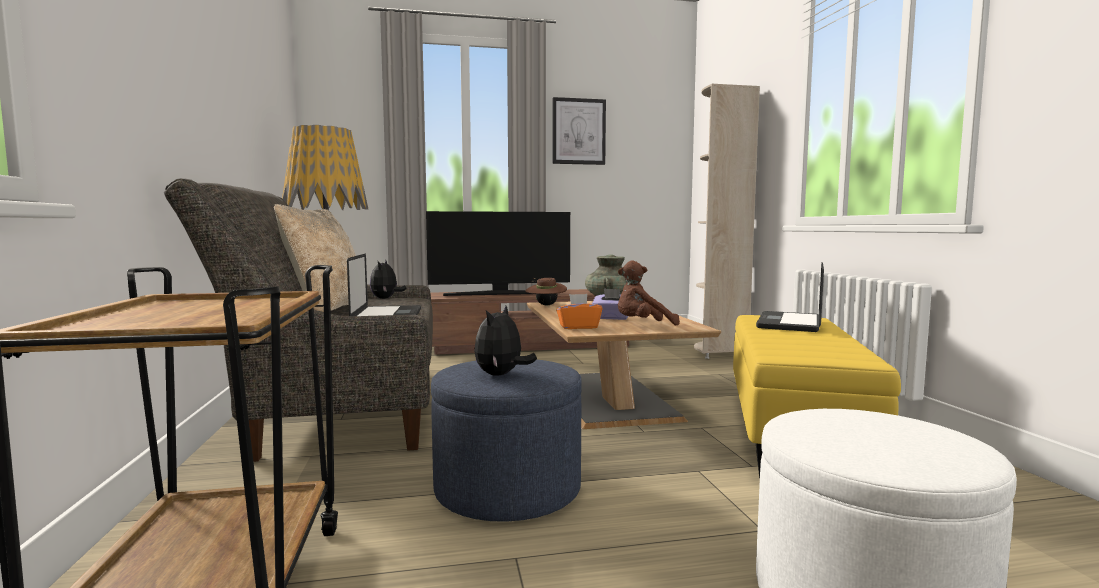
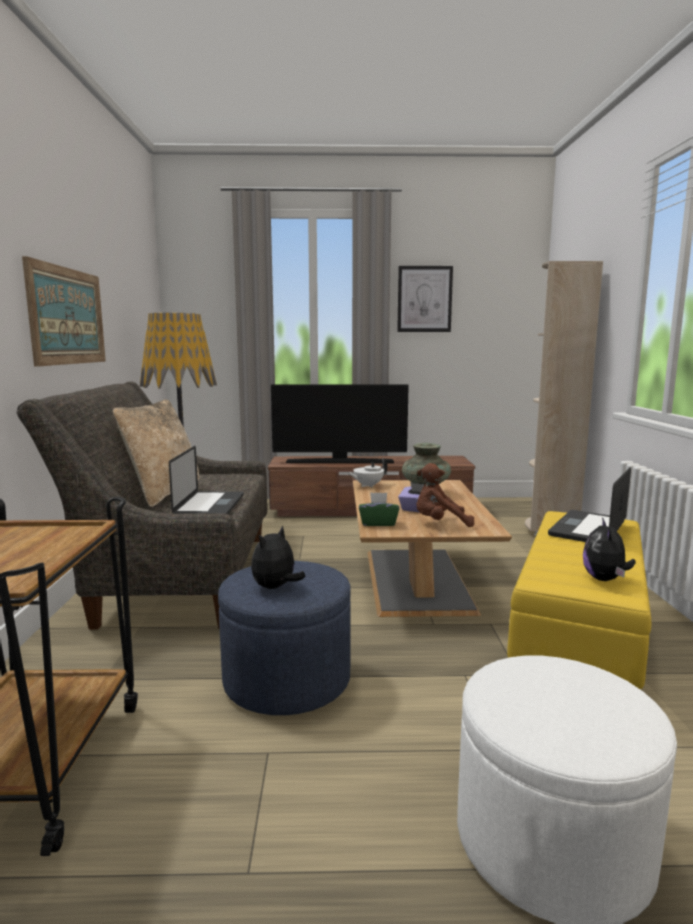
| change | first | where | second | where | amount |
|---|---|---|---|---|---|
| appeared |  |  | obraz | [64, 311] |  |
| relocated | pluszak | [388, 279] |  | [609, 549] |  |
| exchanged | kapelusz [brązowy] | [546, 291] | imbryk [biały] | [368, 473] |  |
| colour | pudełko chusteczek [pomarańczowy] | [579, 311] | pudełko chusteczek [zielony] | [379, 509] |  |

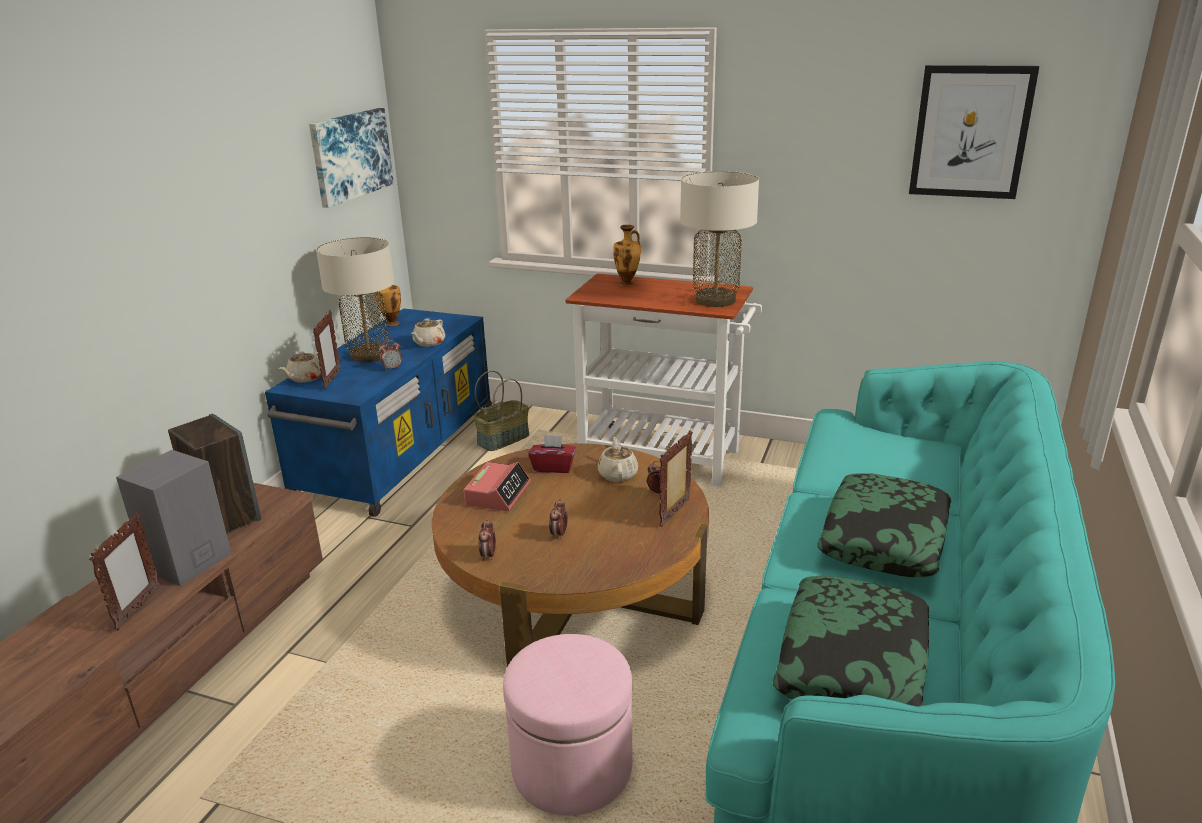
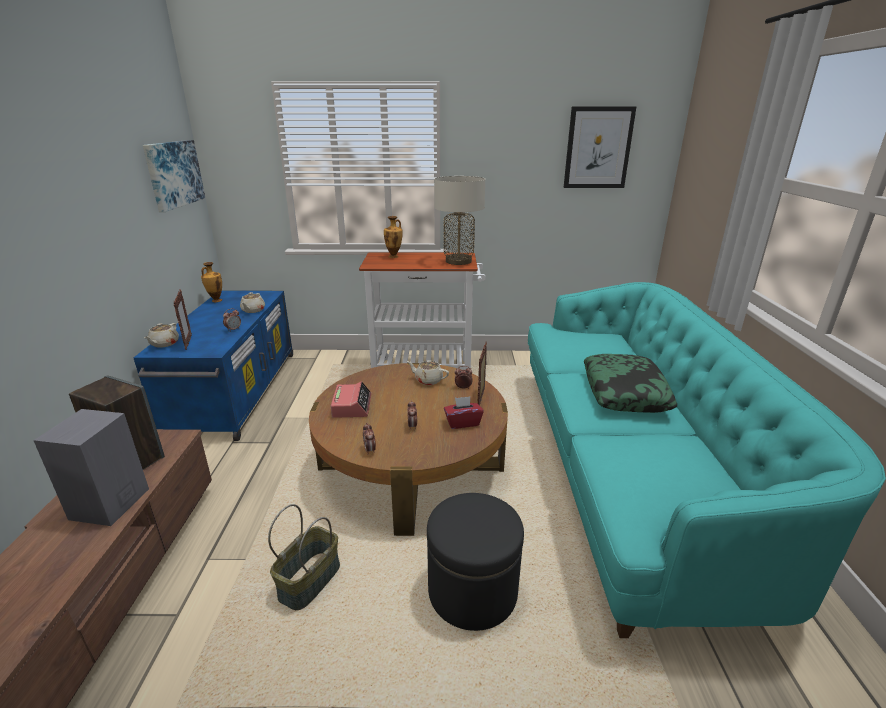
| change | first | where | second | where | amount |
|---|---|---|---|---|---|
| missing | ramka na zdjęcie | [124, 571] |  |  |  |
| missing | lampa stołowa | [355, 299] |  |  |  |
| missing | poduszka | [851, 641] |  |  |  |
| relocated | koszyk | [501, 410] |  | [304, 557] |  |
| relocated | pudełko chusteczek [czerwony] | [552, 454] |  | [464, 412] |  |
| colour | pufa [różowy] | [567, 725] | pufa [czarny] | [475, 562] |  |
| spun | imbryk [beżowy] | [618, 459] |  | [428, 372] | 45 degrees counterclockwise |

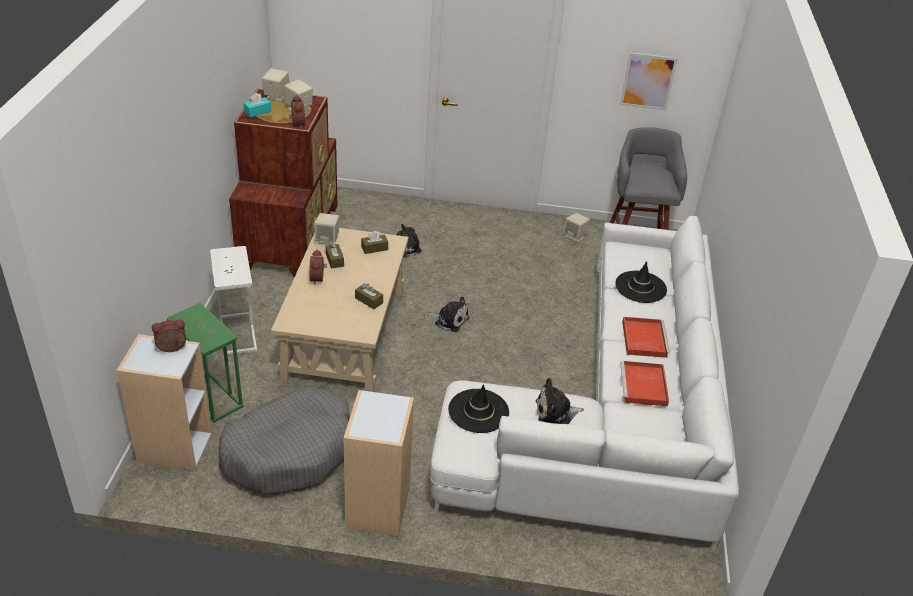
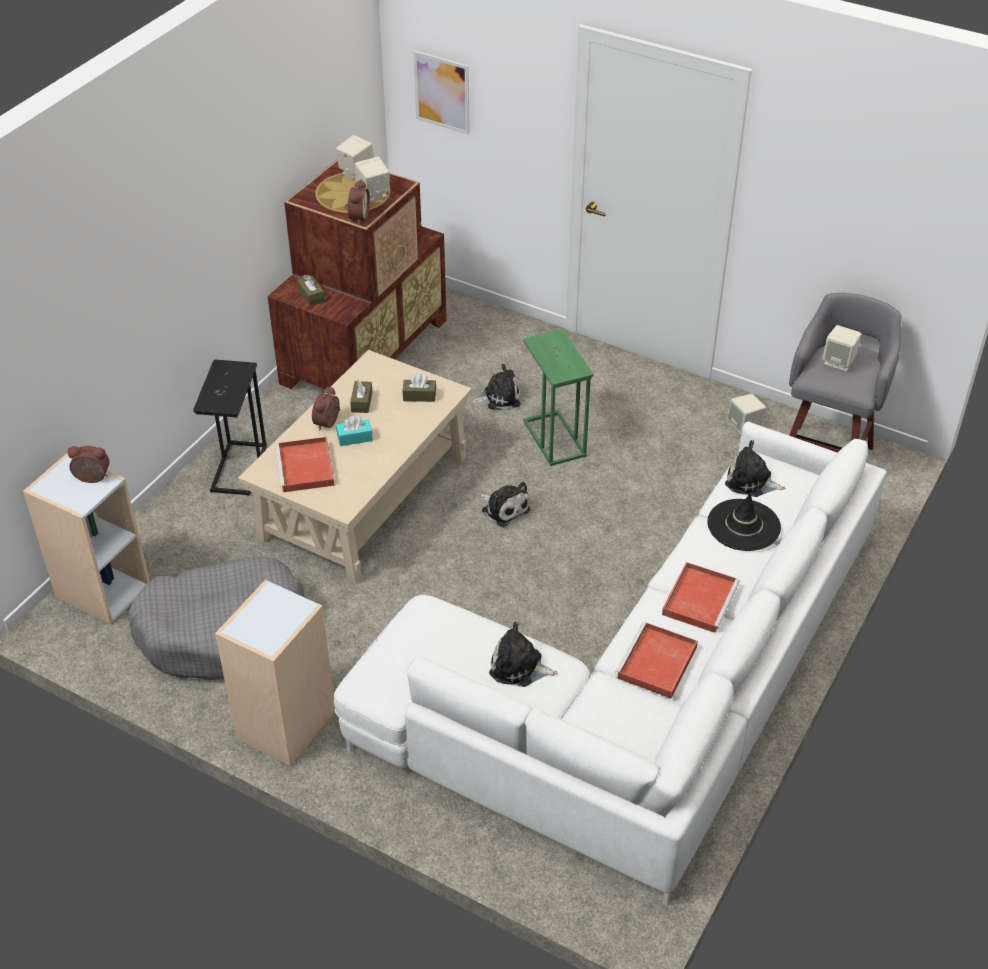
| change | first | where | second | where | amount |
|---|---|---|---|---|---|
| missing | kapelusz [czarny] | [478, 408] |  |  |  |
| appeared |  |  | taca [czerwony] | [305, 464] |  |
| appeared |  |  | pluszak | [755, 468] |  |
| relocated | stolik [zielony] | [205, 363] |  | [558, 397] |  |
| relocated | pudełko chusteczek [turkusowy] | [257, 105] |  | [354, 431] |  |
| relocated | głośnik [beżowy] | [327, 229] |  | [841, 348] |  |
| relocated | pudełko chusteczek [brązowy] | [369, 296] |  | [311, 290] |  |
| relocated | obraz | [649, 81] |  | [441, 93] |  |
| colour | stolik [biały] | [233, 300] | stolik [czarny] | [230, 428] |  |

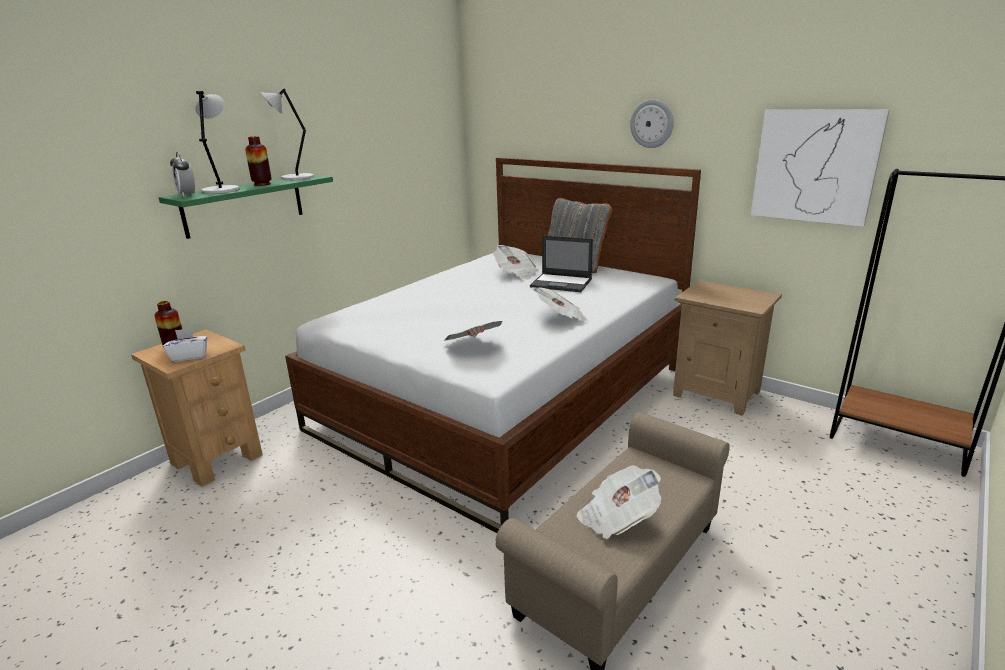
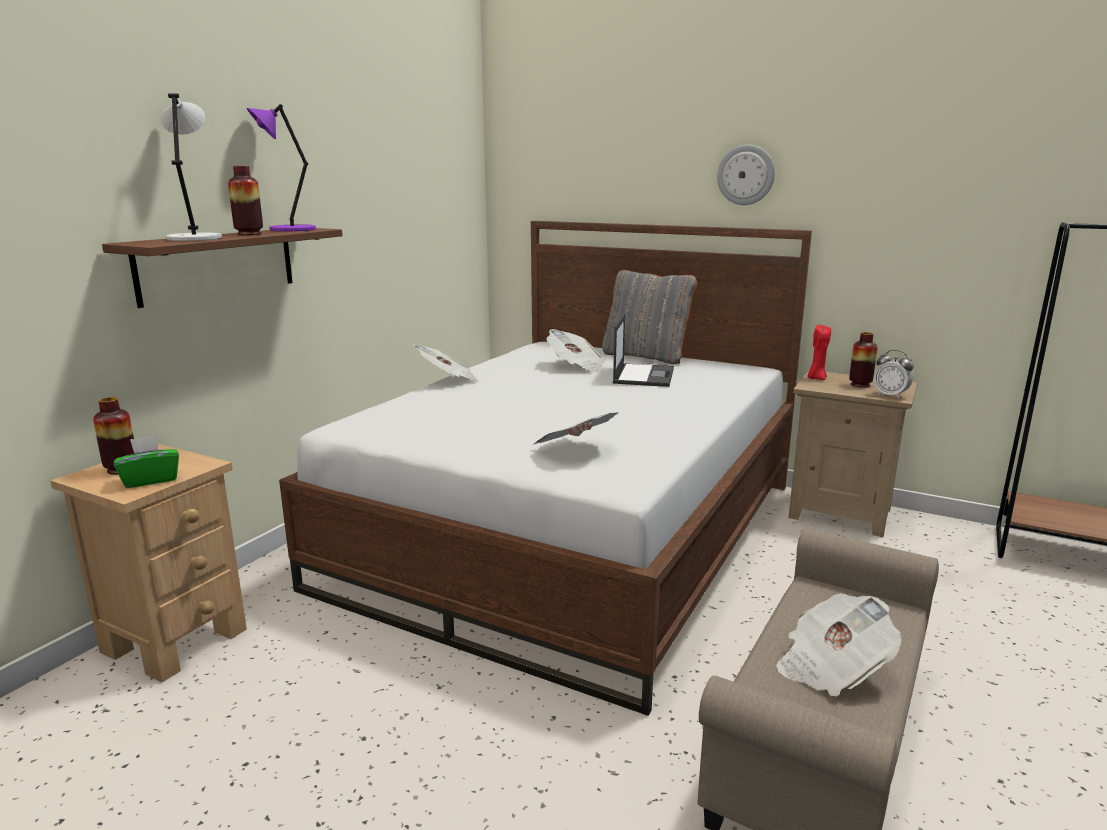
| change | first | where | second | where | amount |
|---|---|---|---|---|---|
| missing | obraz | [820, 168] |  |  |  |
| appeared |  |  | świeca [czerwony] | [819, 352] |  |
| appeared |  |  | wazon | [863, 360] |  |
| relocated | budzik | [182, 174] |  | [894, 374] |  |
| relocated | gazeta | [560, 304] |  | [446, 363] |  |
| colour | półka [zielony] | [245, 207] | półka [brązowy] | [222, 268] |  |
| colour | pudełko chusteczek [biały] | [185, 345] | pudełko chusteczek [zielony] | [146, 462] |  |
| colour | lampa stołowa [szary] | [287, 134] | lampa stołowa [fioletowy] | [281, 167] |  |
| spun | laptop | [561, 264] |  | [643, 350] | 90 degrees counterclockwise |

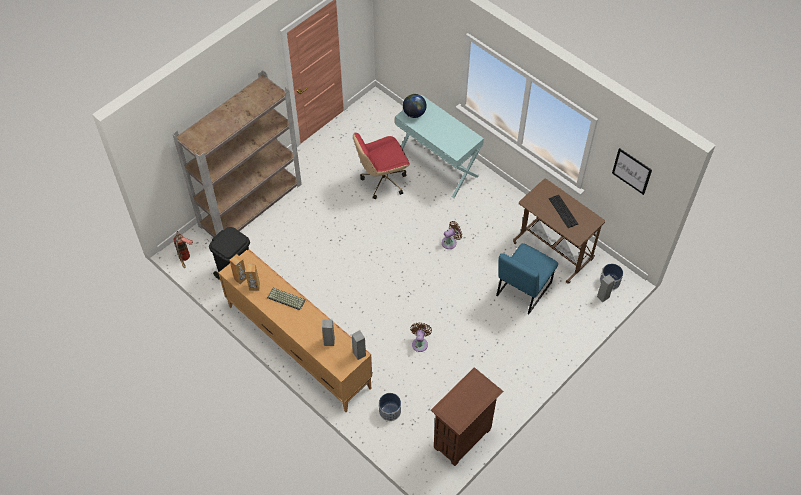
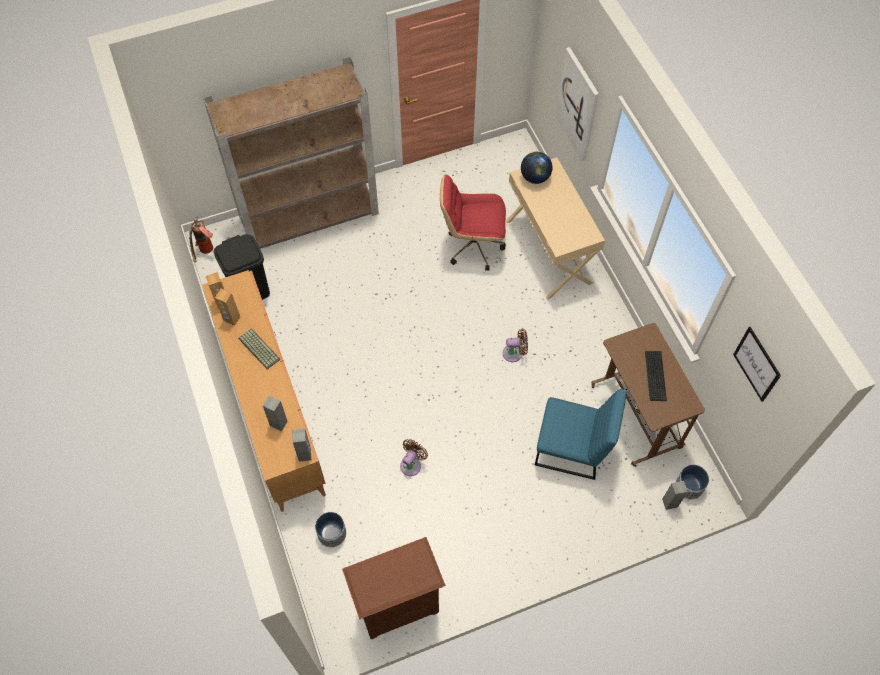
| change | first | where | second | where | amount |
|---|---|---|---|---|---|
| appeared |  |  | obraz | [577, 104] |  |
| colour | biurko [turkusowy] | [439, 146] | biurko [beżowy] | [555, 228] |  |
| spun | krzesło [niebieski] | [527, 278] |  | [580, 434] | 135 degrees counterclockwise |

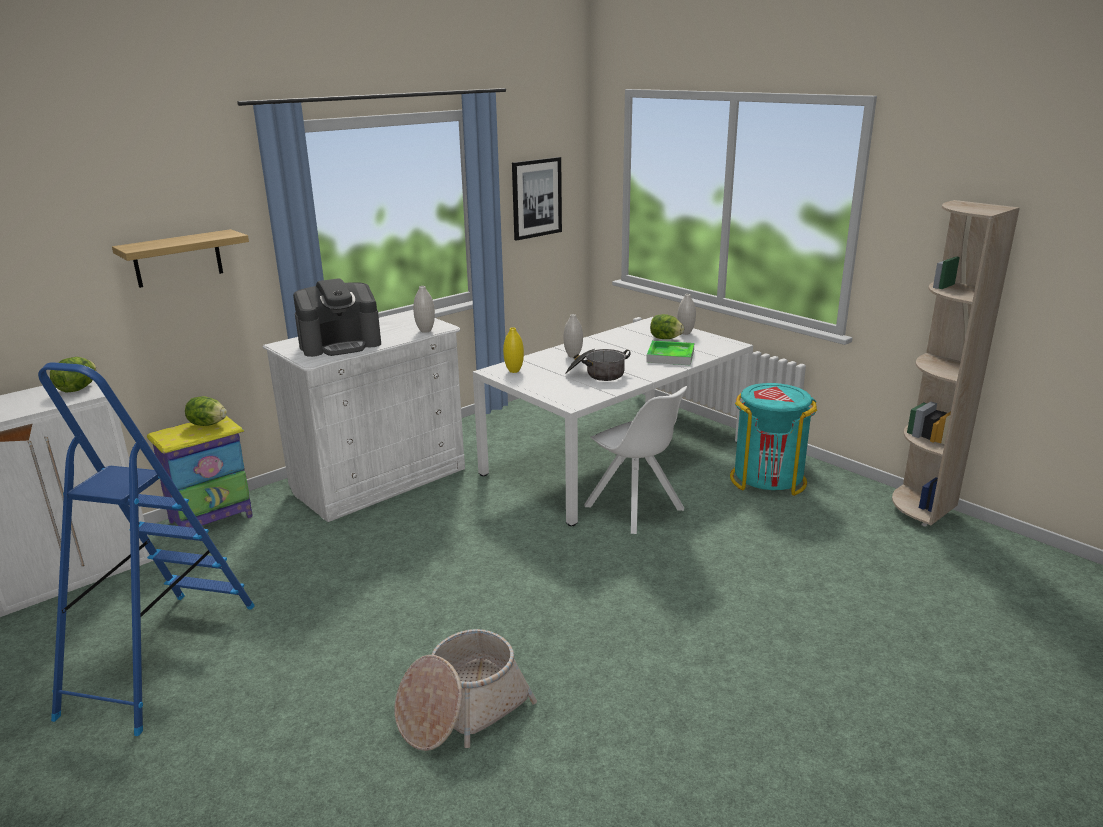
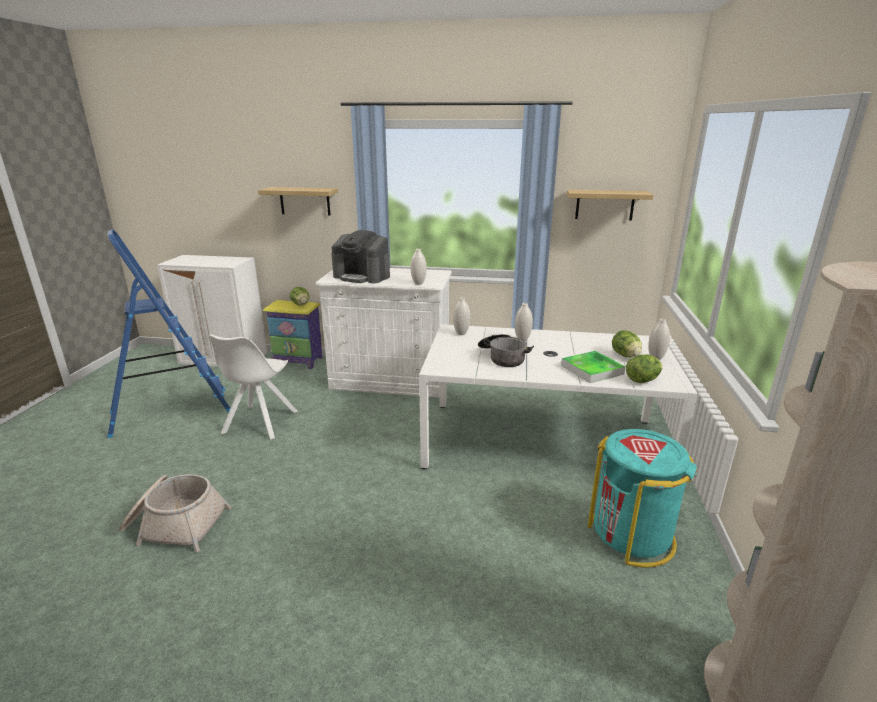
| change | first | where | second | where | amount |
|---|---|---|---|---|---|
| relocated | sałata | [73, 375] |  | [644, 369] |  |
| relocated | krzesło [biały] | [635, 460] |  | [253, 387] |  |
| exchanged | obraz | [537, 199] | półka | [610, 205] |  |
| colour | wazon [żółty] | [513, 350] | wazon [biały] | [461, 316] |  |

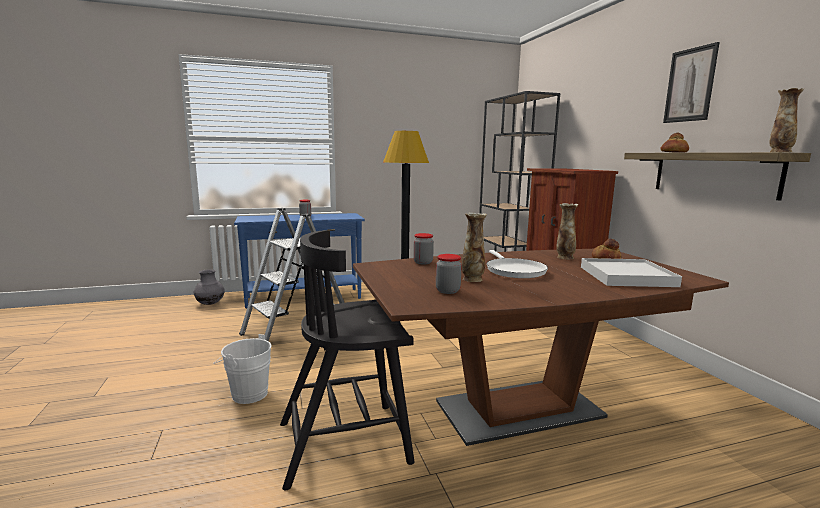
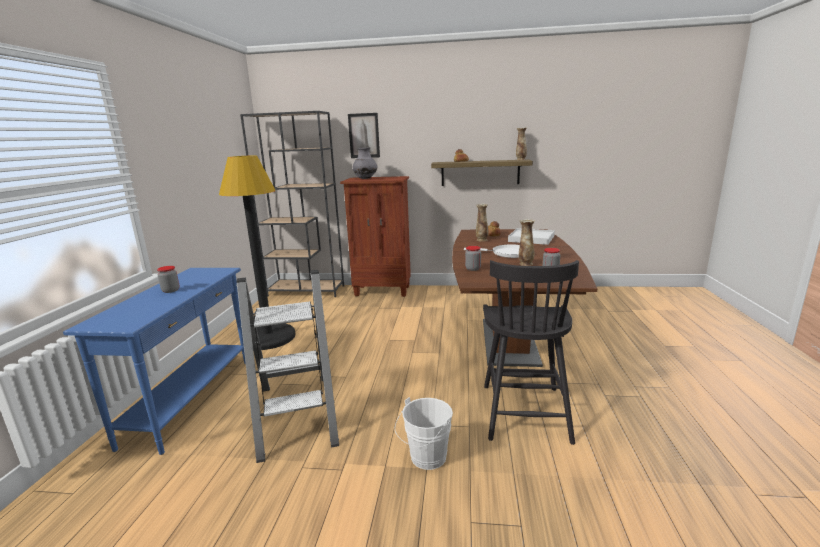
| change | first | where | second | where | amount |
|---|---|---|---|---|---|
| relocated | wazon [szary] | [209, 287] |  | [365, 163] |  |
| relocated | obraz | [691, 82] |  | [364, 135] |  |

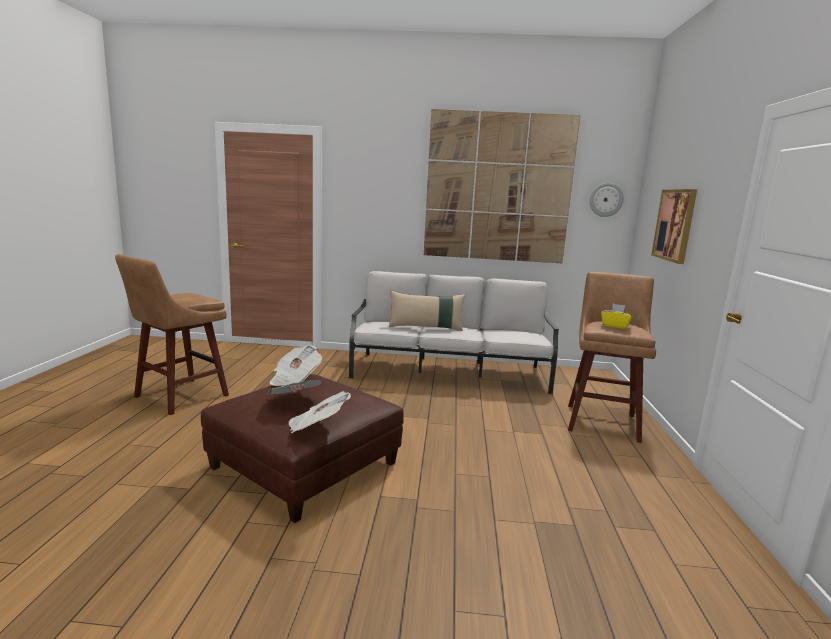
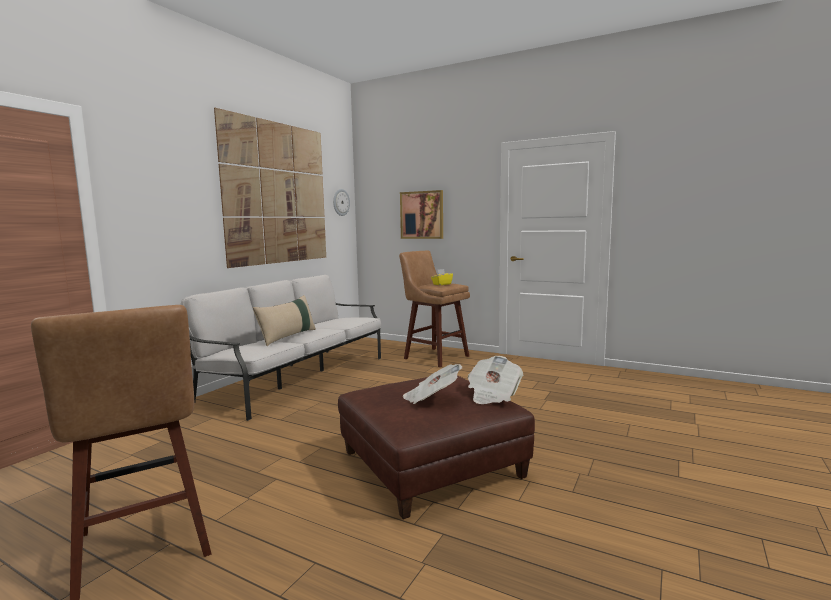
| change | first | where | second | where | amount |
|---|---|---|---|---|---|
| missing | gazeta | [296, 365] |  |  |  |

